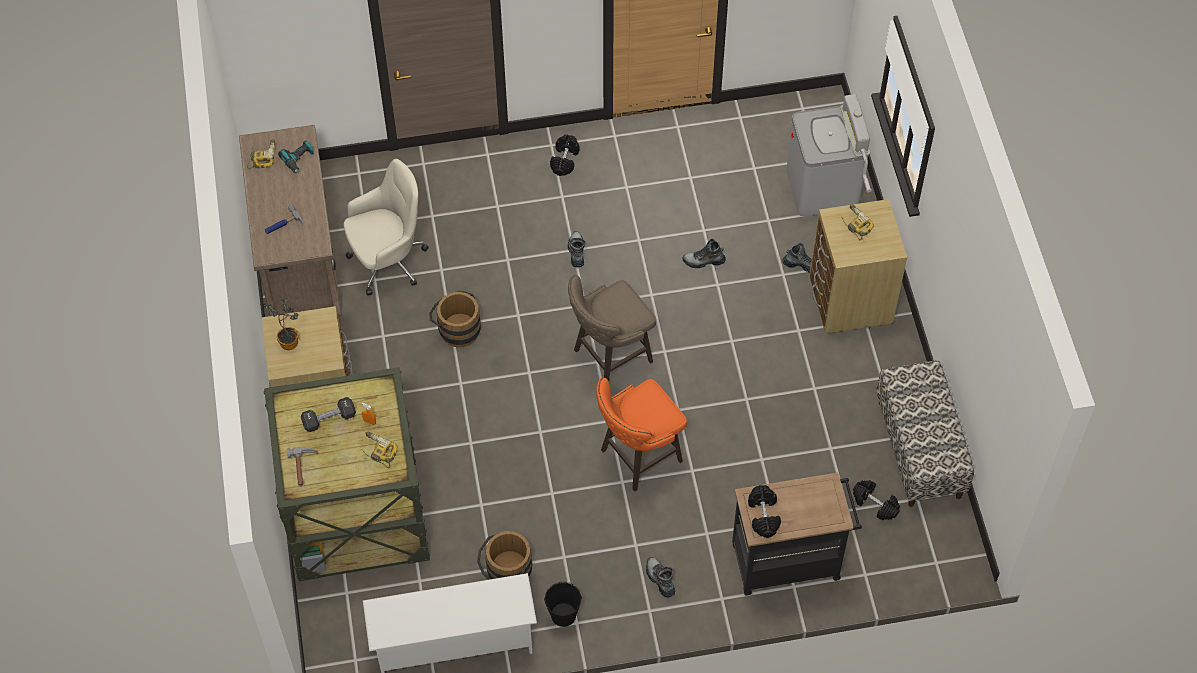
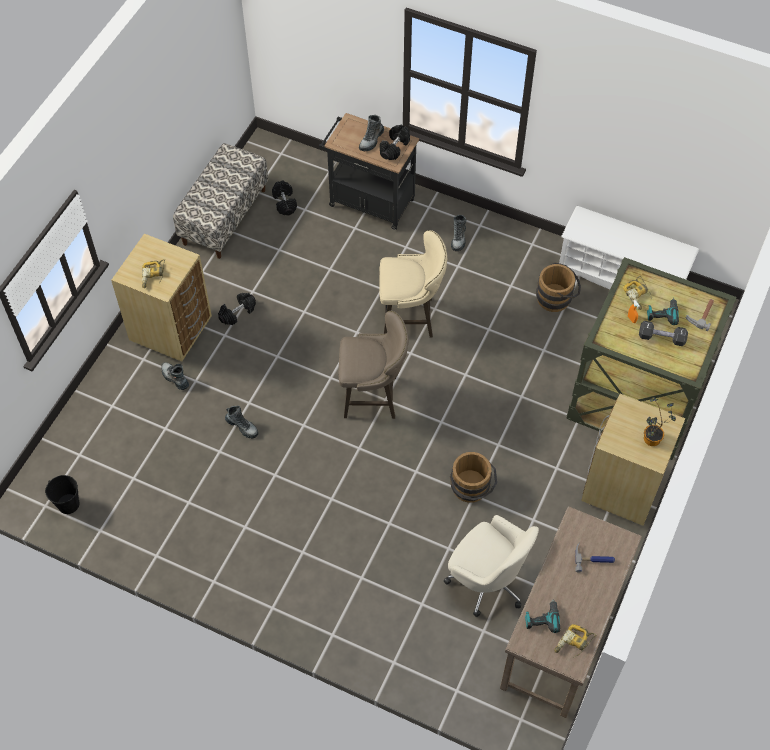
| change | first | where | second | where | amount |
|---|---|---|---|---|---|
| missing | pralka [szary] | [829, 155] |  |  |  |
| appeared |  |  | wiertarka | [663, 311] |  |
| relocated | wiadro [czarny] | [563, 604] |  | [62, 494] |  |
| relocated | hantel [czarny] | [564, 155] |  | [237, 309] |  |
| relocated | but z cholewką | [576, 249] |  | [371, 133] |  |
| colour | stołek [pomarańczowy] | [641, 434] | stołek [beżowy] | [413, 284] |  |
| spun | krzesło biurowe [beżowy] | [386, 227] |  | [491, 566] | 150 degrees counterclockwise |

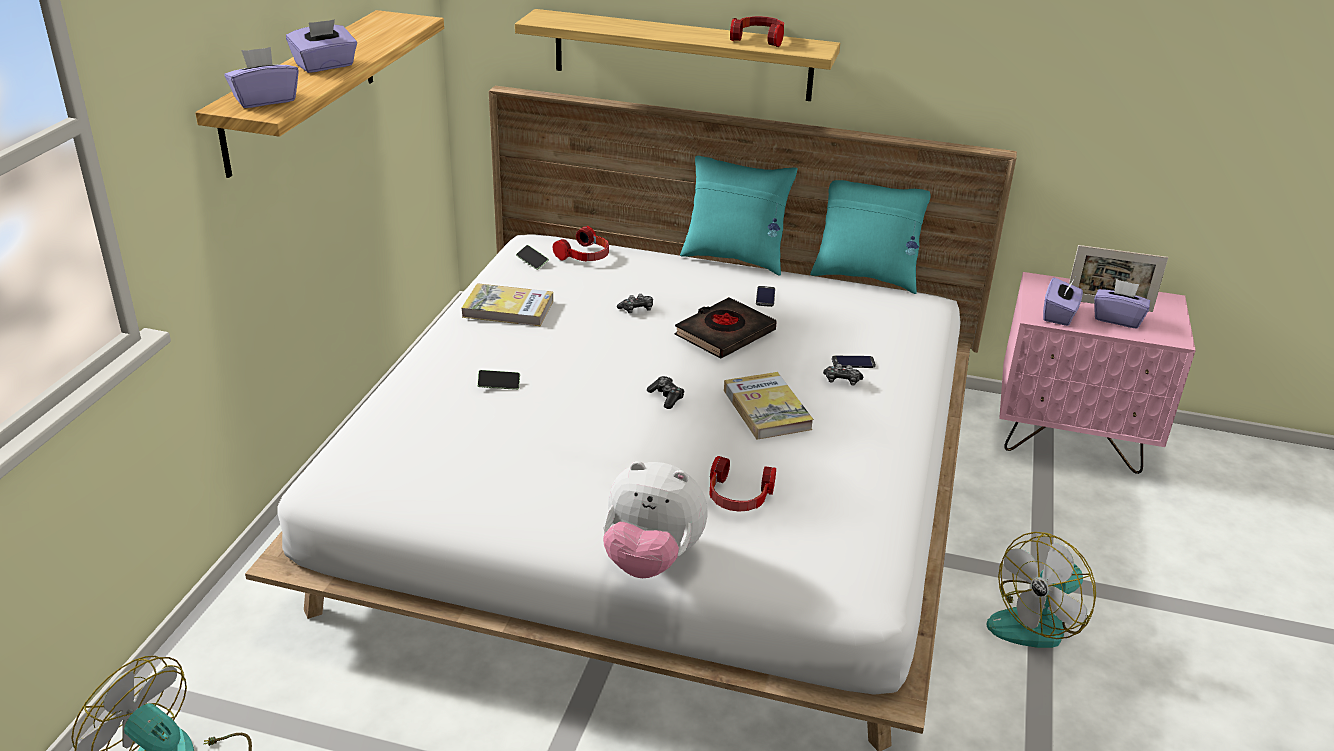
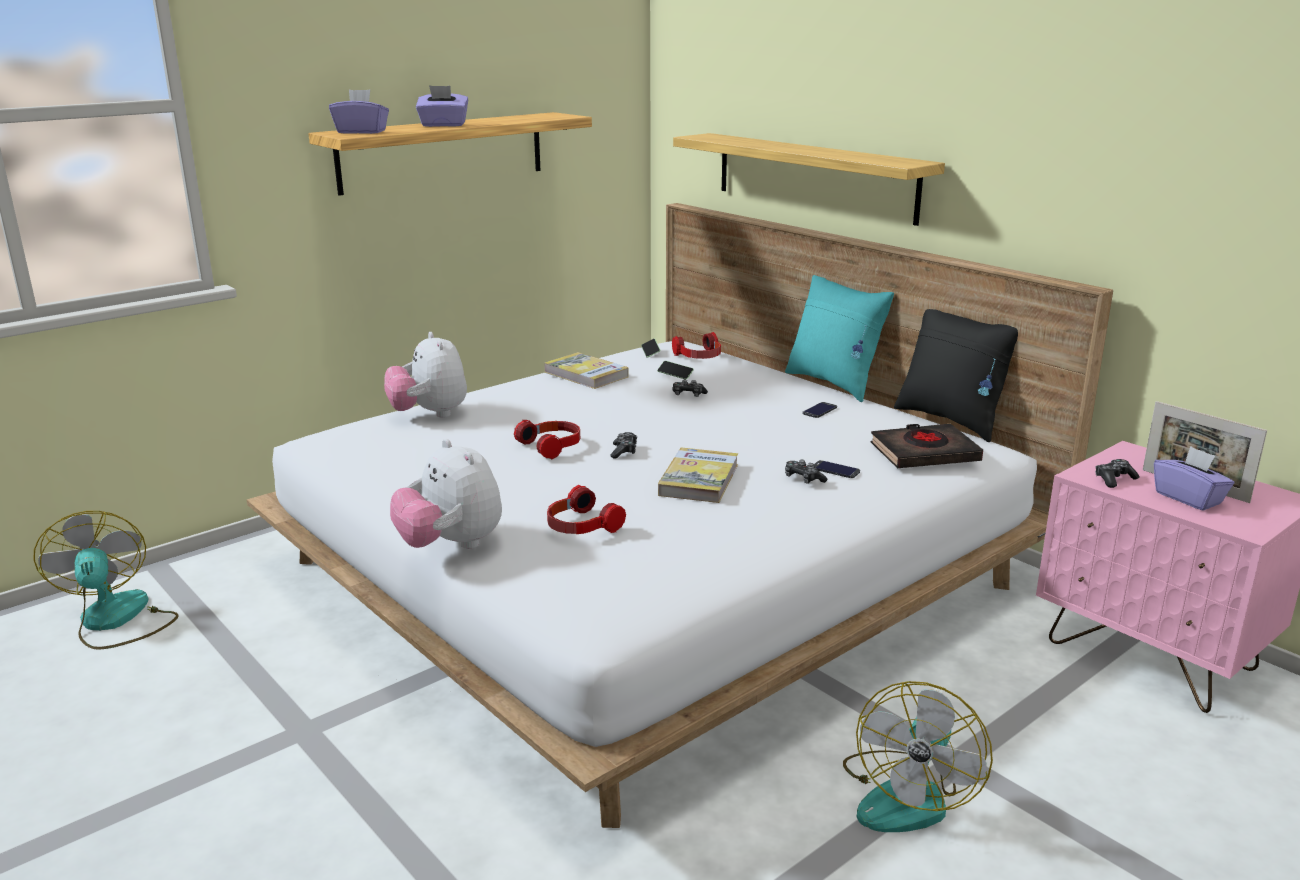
| change | first | where | second | where | amount |
|---|---|---|---|---|---|
| appeared |  |  | pluszak | [425, 375] |  |
| relocated | telefon | [498, 380] |  | [675, 370] |  |
| relocated | książka [czarny] | [725, 328] |  | [926, 446] |  |
| relocated | słuchawki | [757, 31] |  | [547, 440] |  |
| exchanged | pudełko chusteczek [fioletowy] | [1063, 301] | pad do gier | [1117, 473] |  |
| colour | poduszka [turkusowy] | [870, 237] | poduszka [czarny] | [956, 375] |  |
| spun | wentylator | [1041, 590] |  | [918, 756] | 60 degrees counterclockwise |

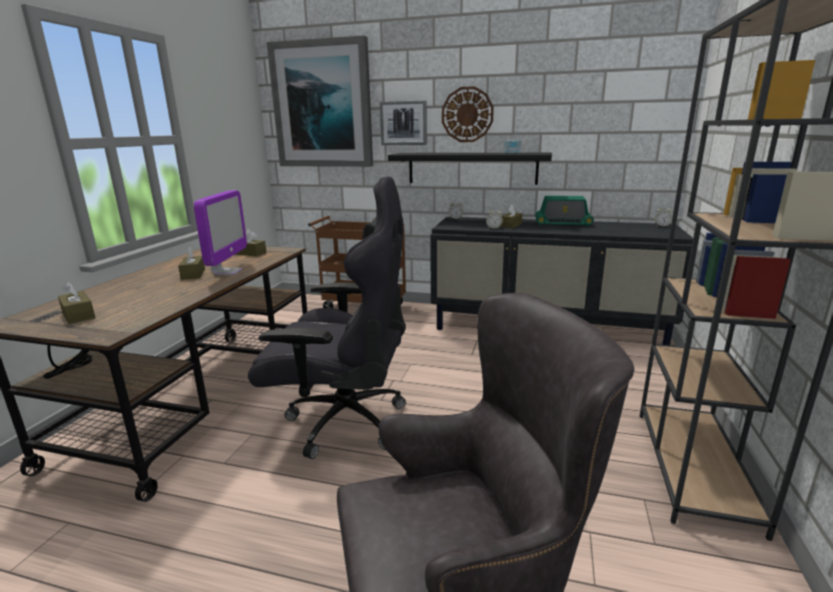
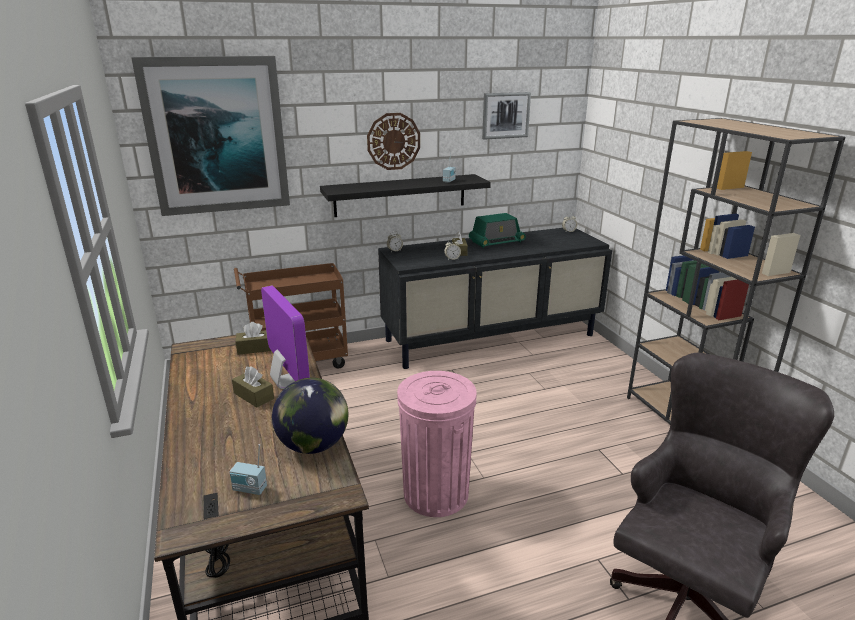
| change | first | where | second | where | amount |
|---|---|---|---|---|---|
| appeared |  |  | globus | [310, 416] |  |
| relocated | obraz | [403, 122] |  | [506, 116] |  |
| exchanged | pudełko chusteczek [brązowy] | [77, 303] | radio | [248, 469] |  |
| exchanged | krzesło biurowe [czarny] | [327, 317] | kosz na śmieci [różowy] | [437, 444] |  |

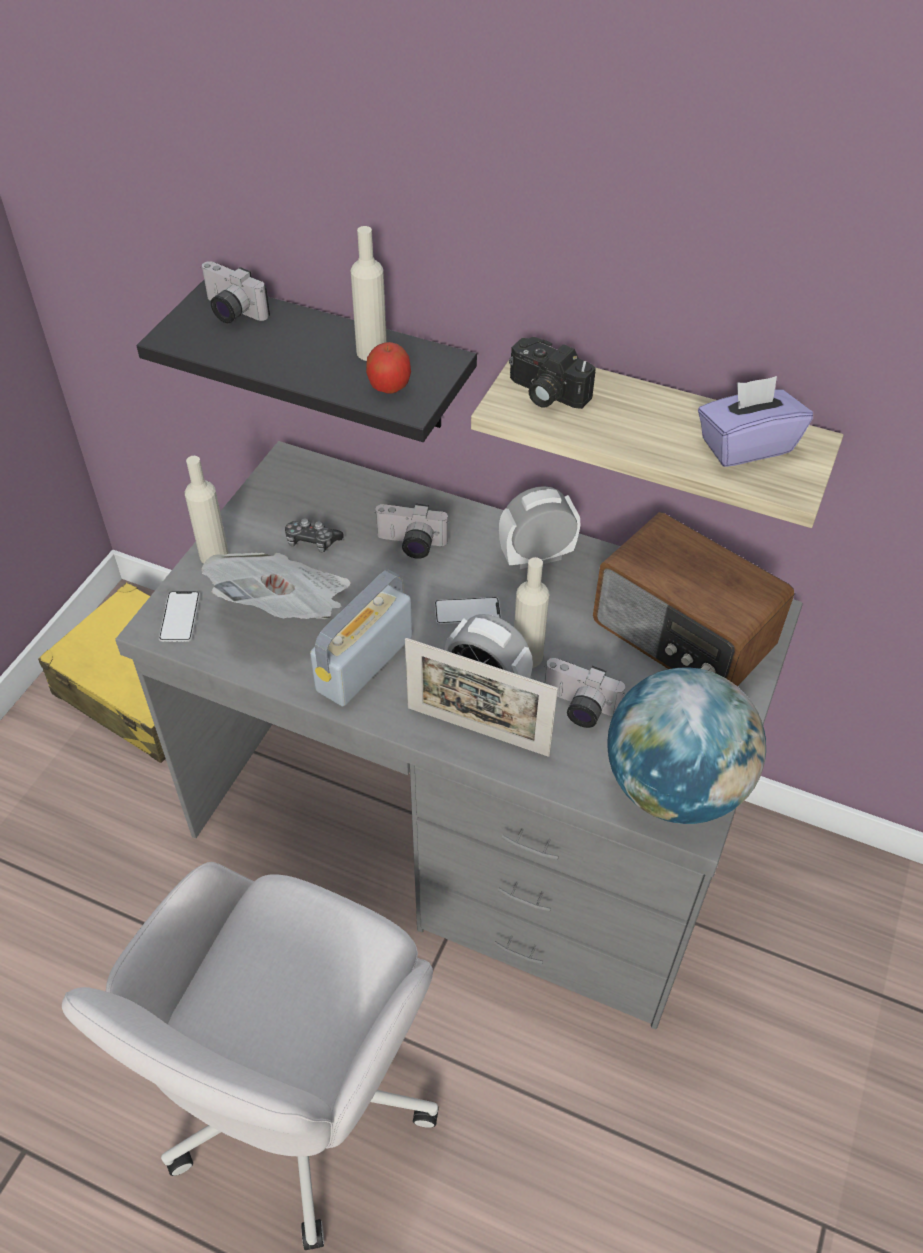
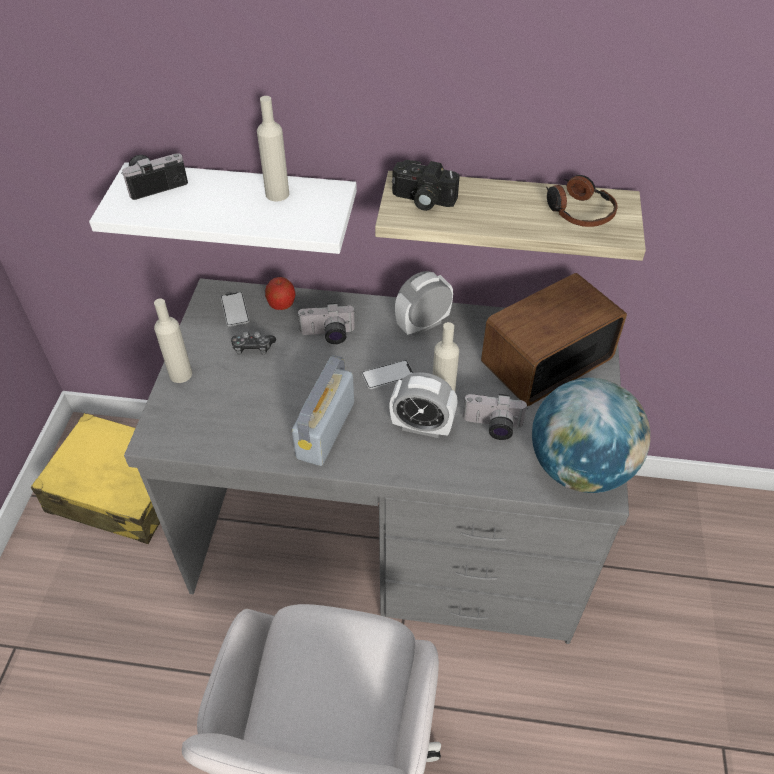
| change | first | where | second | where | amount |
|---|---|---|---|---|---|
| missing | gazeta | [276, 586] |  |  |  |
| missing | ramka na zdjęcie | [481, 697] |  |  |  |
| relocated | telefon | [179, 616] |  | [235, 309] |  |
| relocated | jabłko | [388, 368] |  | [280, 293] |  |
| exchanged | pudełko chusteczek [fioletowy] | [755, 421] | słuchawki | [582, 201] |  |
| colour | półka [czarny] | [306, 361] | półka [biały] | [223, 208] |  |
| spun | aparat fotograficzny | [235, 292] |  | [155, 176] | 135 degrees clockwise |
| spun | radio | [693, 599] |  | [554, 339] | 120 degrees clockwise |

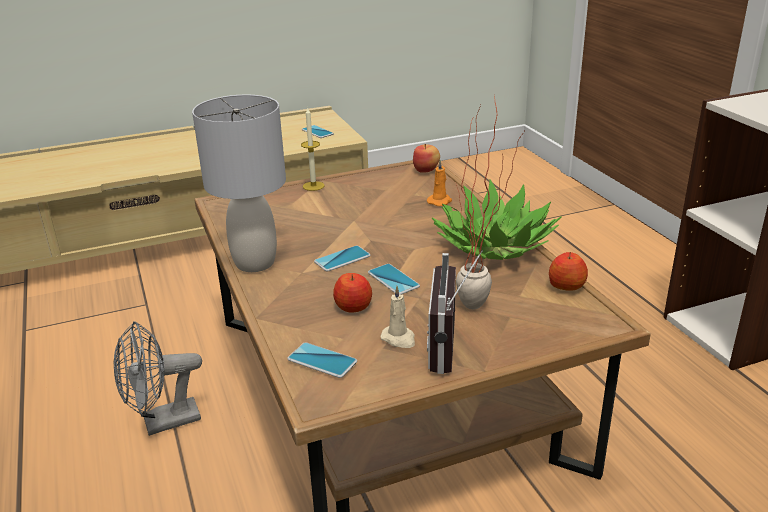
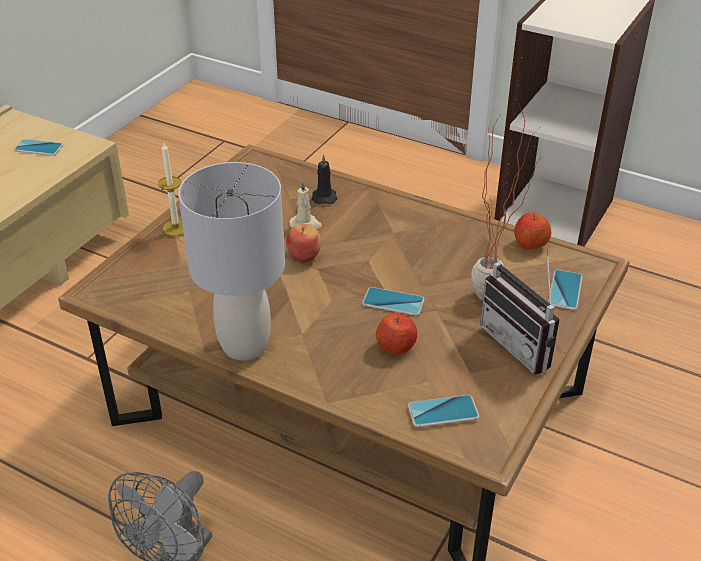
| change | first | where | second | where | amount |
|---|---|---|---|---|---|
| missing | roślina doniczkowa | [497, 220] |  |  |  |
| relocated | telefon | [342, 258] |  | [565, 290] |  |
| relocated | świeca [beżowy] | [397, 317] |  | [305, 205] |  |
| relocated | jabłko | [426, 158] |  | [303, 243] |  |
| colour | świeca [pomarańczowy] | [439, 182] | świeca [czarny] | [324, 179] |  |

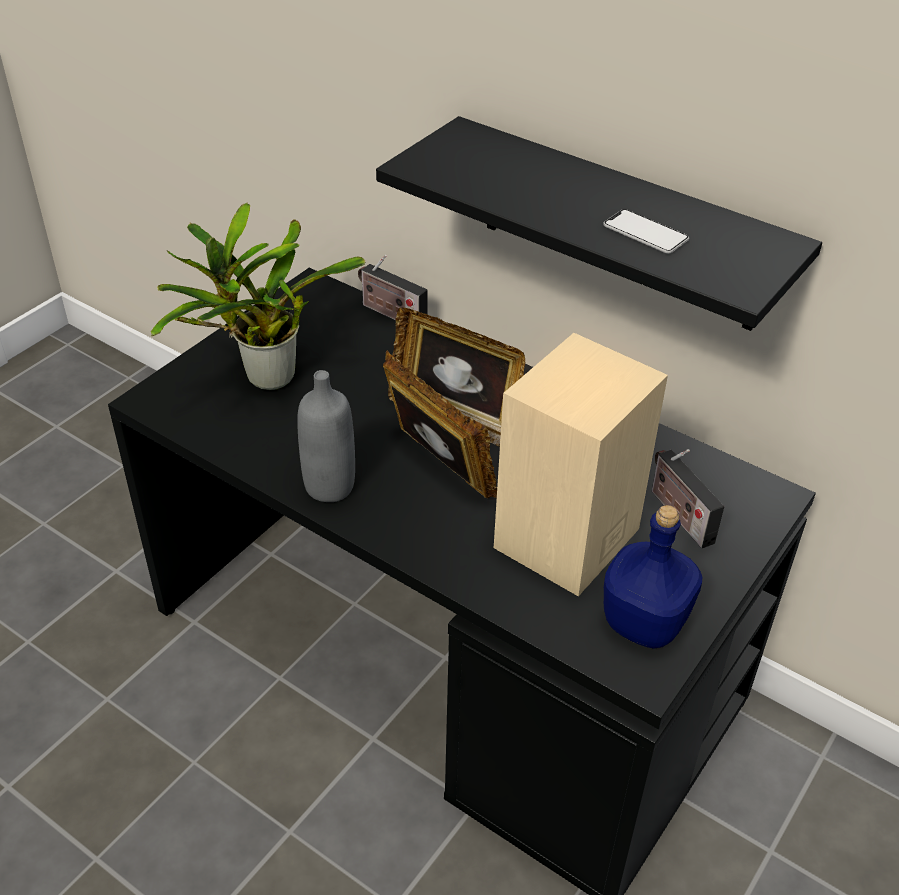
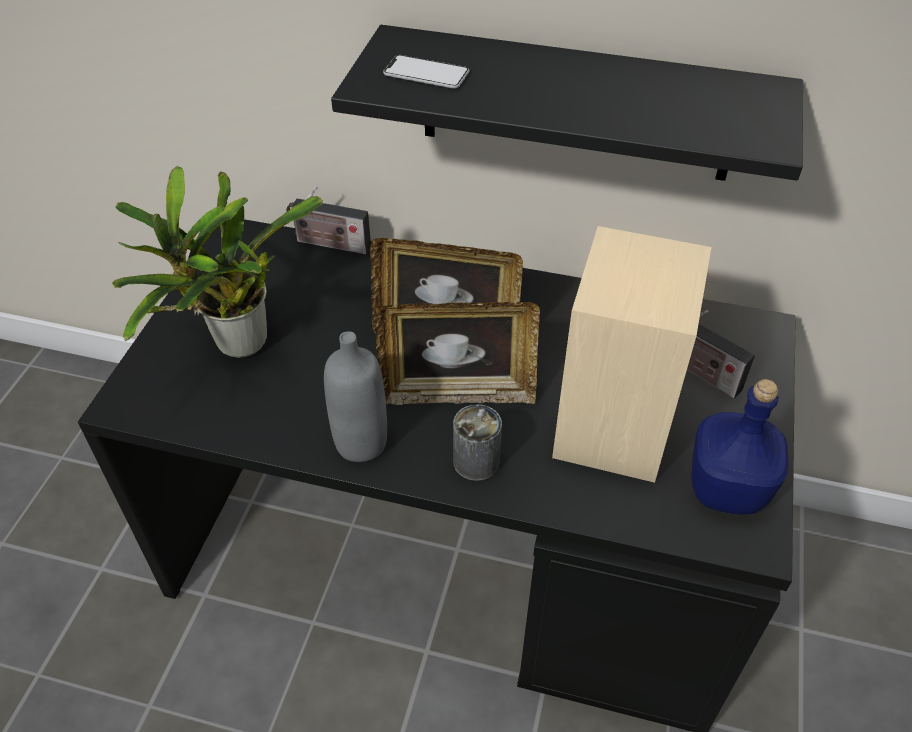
| change | first | where | second | where | amount |
|---|---|---|---|---|---|
| appeared |  |  | puszka | [477, 442] |  |
| relocated | telefon | [646, 231] |  | [426, 72] |  |
| spun | ramka na zdjęcie | [440, 424] |  | [457, 353] | 150 degrees clockwise |

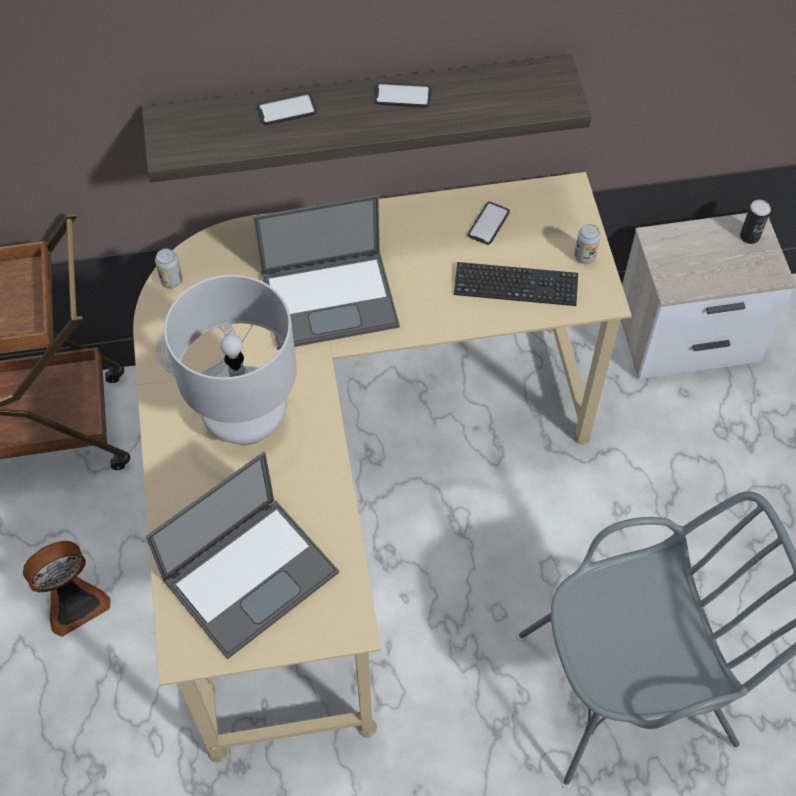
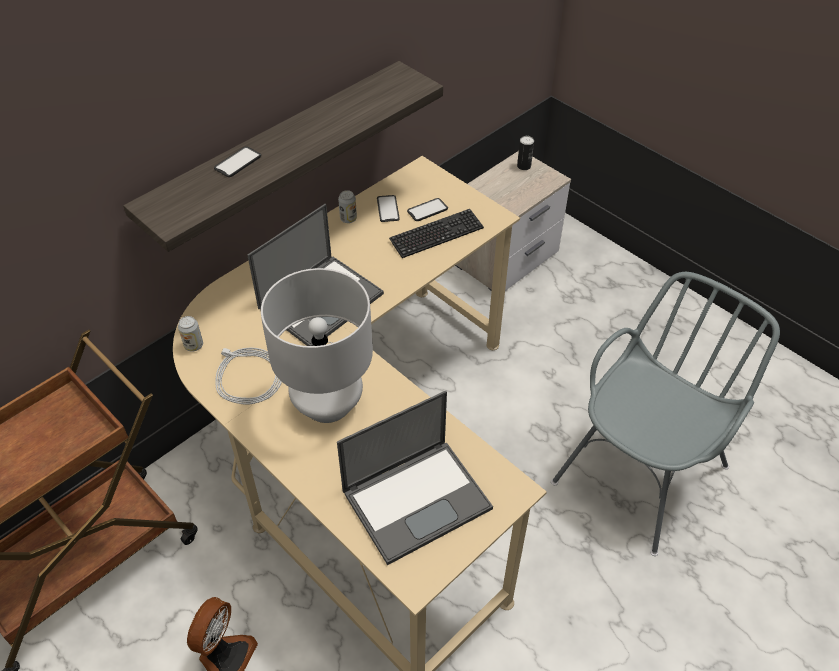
| change | first | where | second | where | amount |
|---|---|---|---|---|---|
| relocated | telefon | [402, 95] |  | [427, 209] |  |
| relocated | puszka | [587, 244] |  | [347, 206] |  |
| spun | laptop | [242, 555] |  | [415, 478] | 45 degrees clockwise |

